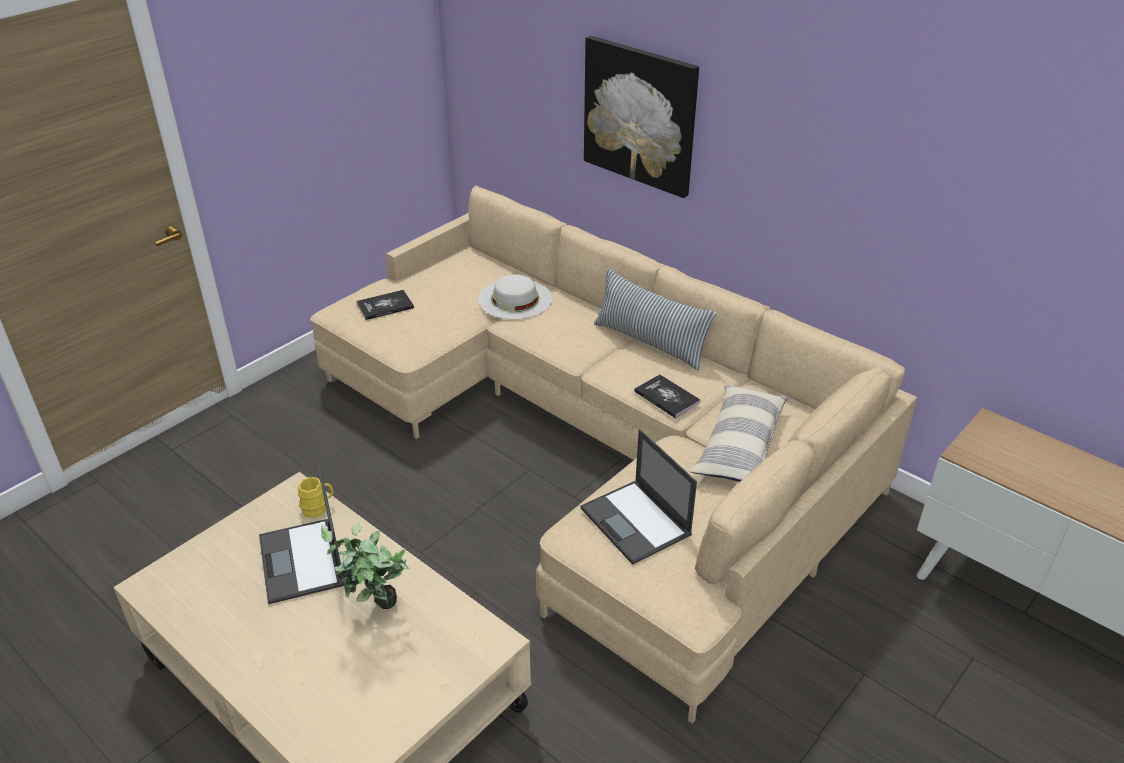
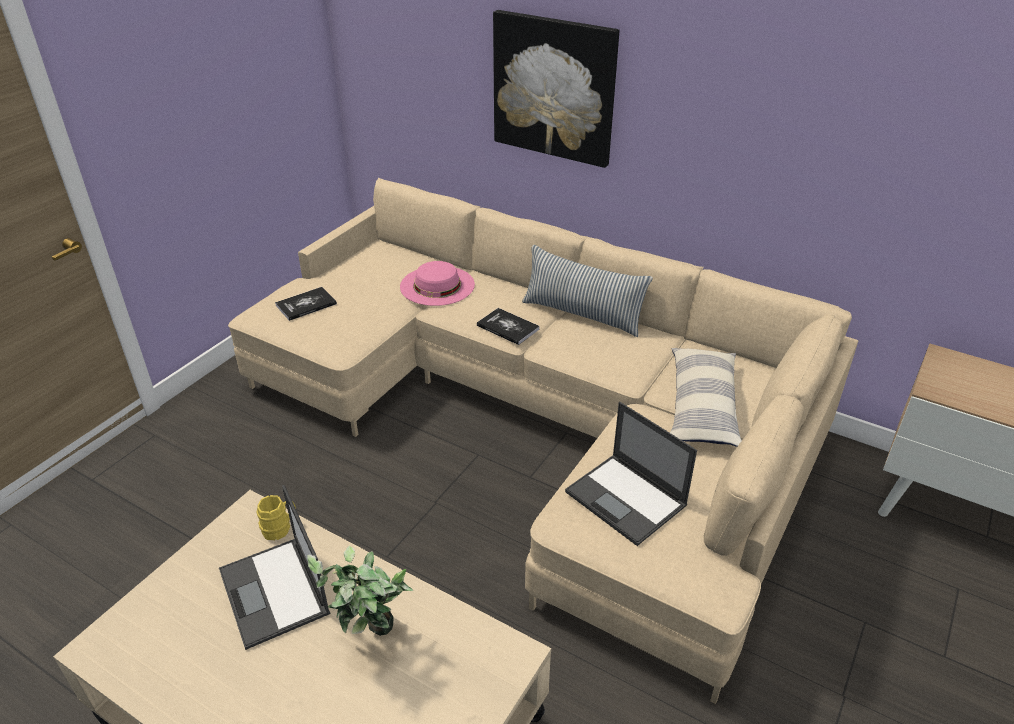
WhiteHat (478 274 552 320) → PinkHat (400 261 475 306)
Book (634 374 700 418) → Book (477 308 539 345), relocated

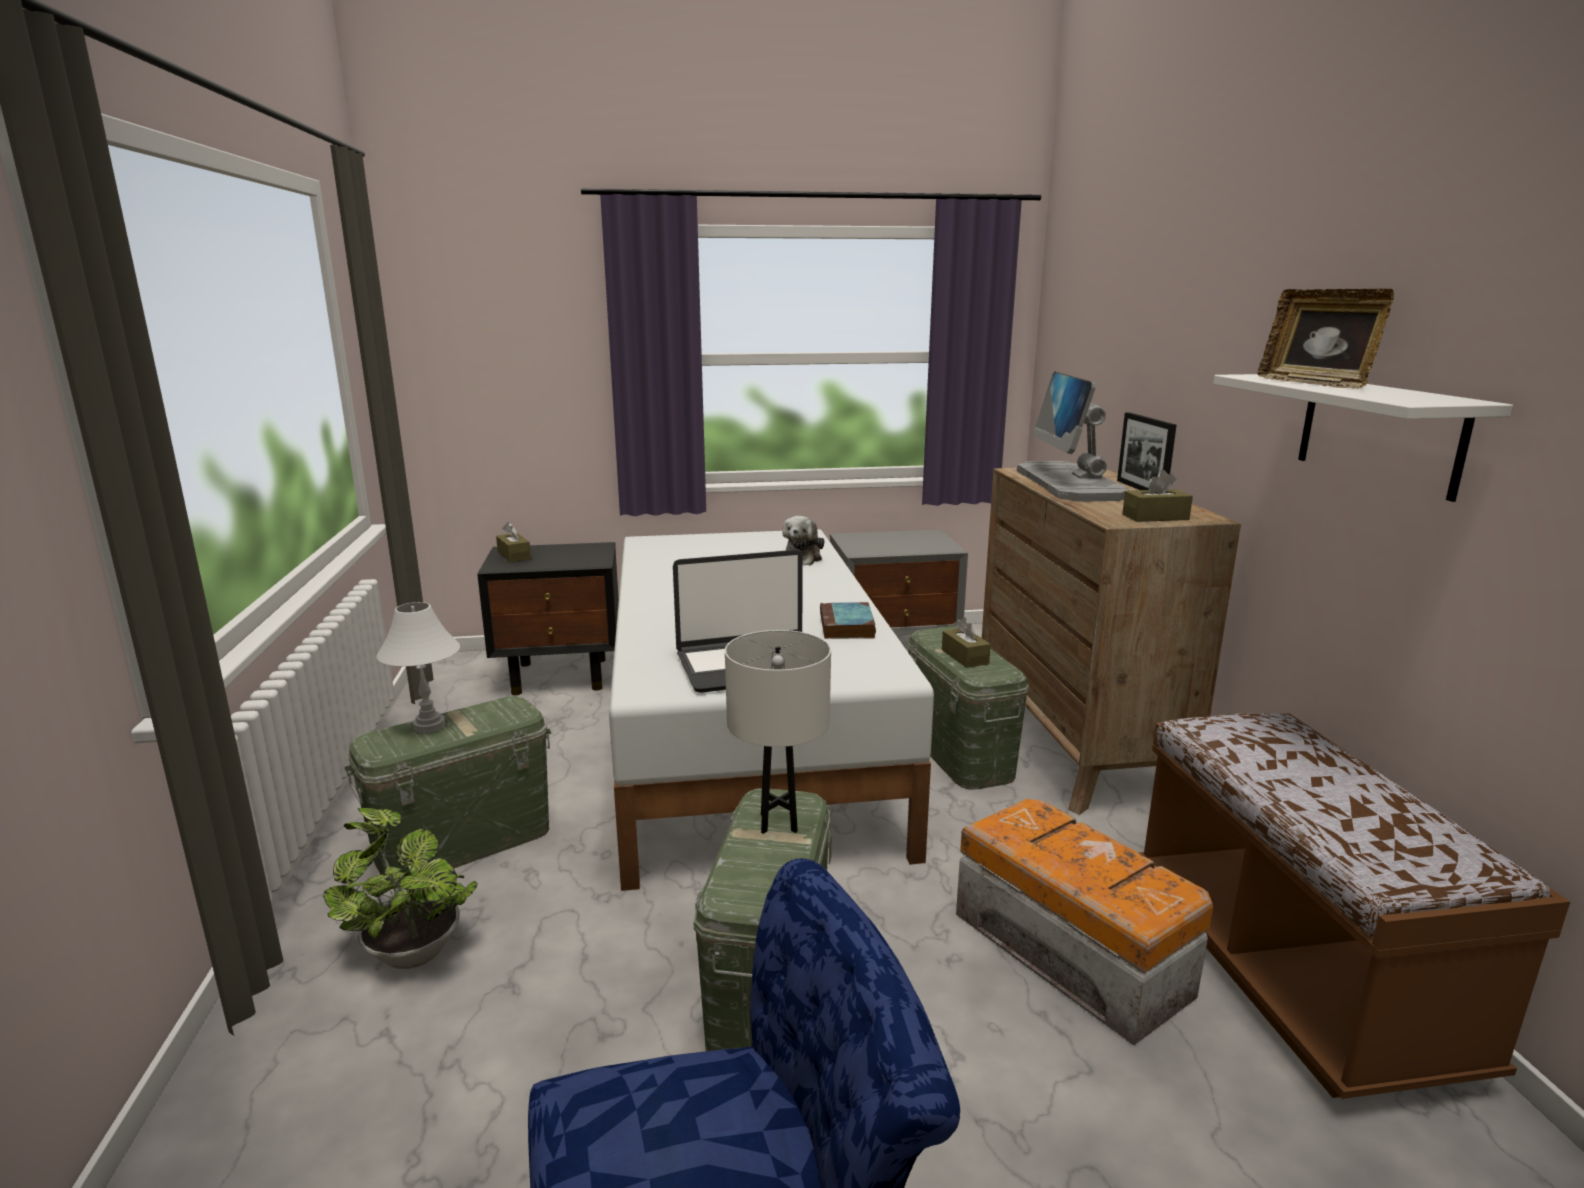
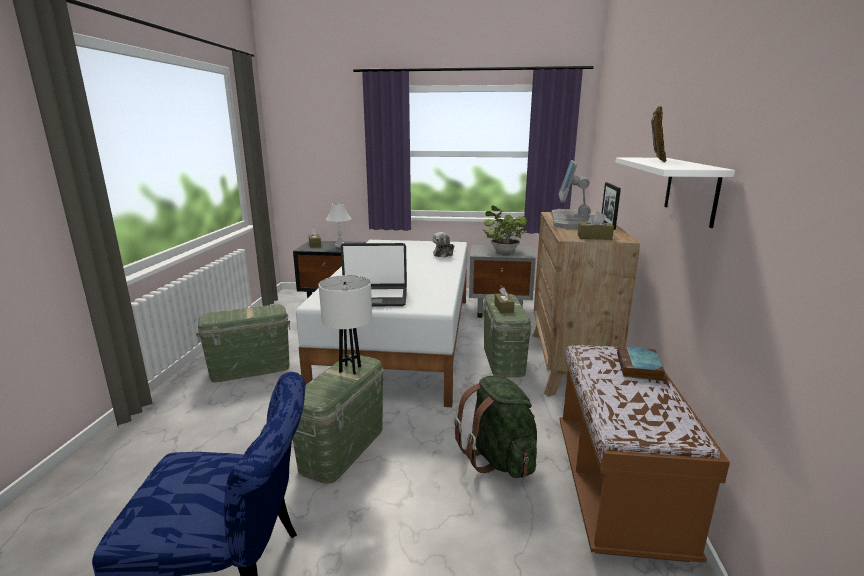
PottedPlant (323 808 478 969) → PottedPlant (482 206 528 254), relocated
WhiteTableLamp (377 602 460 733) → WhiteTableLamp (326 203 352 247), relocated
Book (820 602 876 639) → Book (617 346 665 381), relocated
StorageBox (956 799 1213 1045) → GreenBackpack (454 375 537 478)
PictureFrame (1258 289 1394 389) → PictureFrame (651 106 666 162), 150 degrees counterclockwise

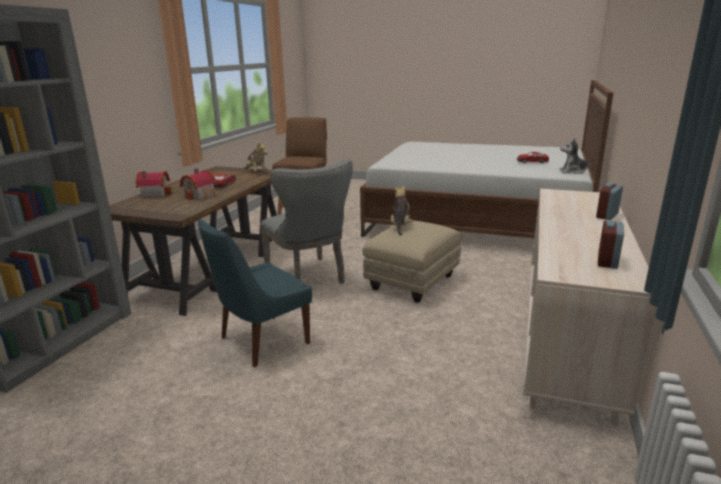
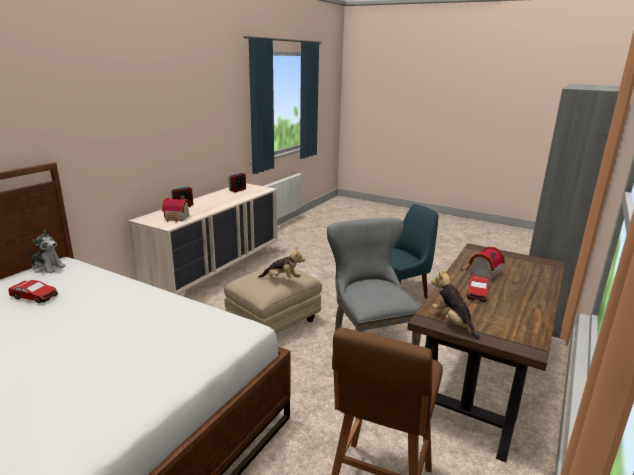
ToyHouse (136 171 172 198) → ToyHouse (162 195 191 223), relocated
PlushToy (391 186 413 236) → PlushToy (259 248 305 282), 90 degrees counterclockwise

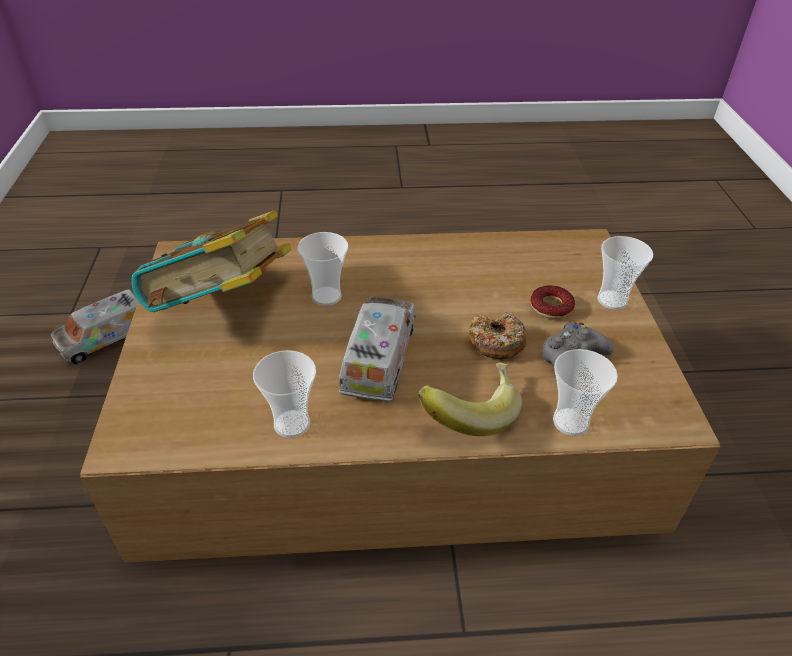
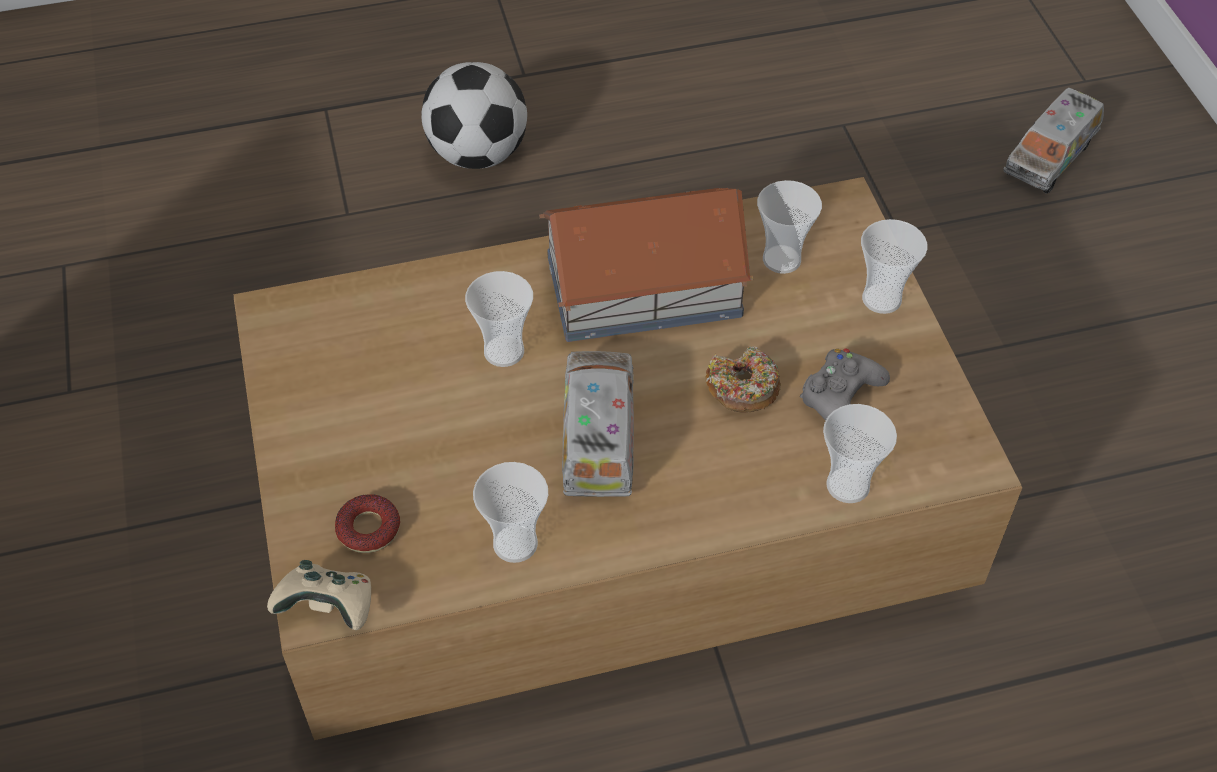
ToyTruck (51 289 138 364) → ToyTruck (1003 88 1104 193), relocated
Book (132 210 291 312) → -
Banana (418 362 522 436) → -
Donut (531 285 575 319) → Donut (335 494 400 553), relocated
- → BeigeGameController (267 560 371 630)
- → Football (421 62 527 169)
- → ToyHouse (539 188 753 342)
- → Cup (757 180 822 274)

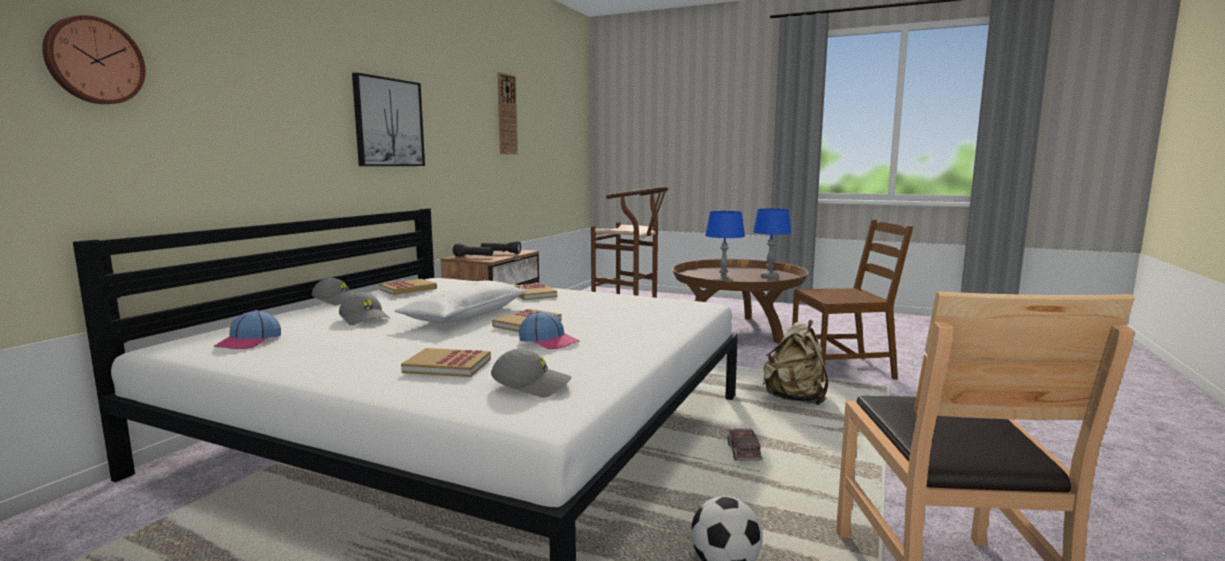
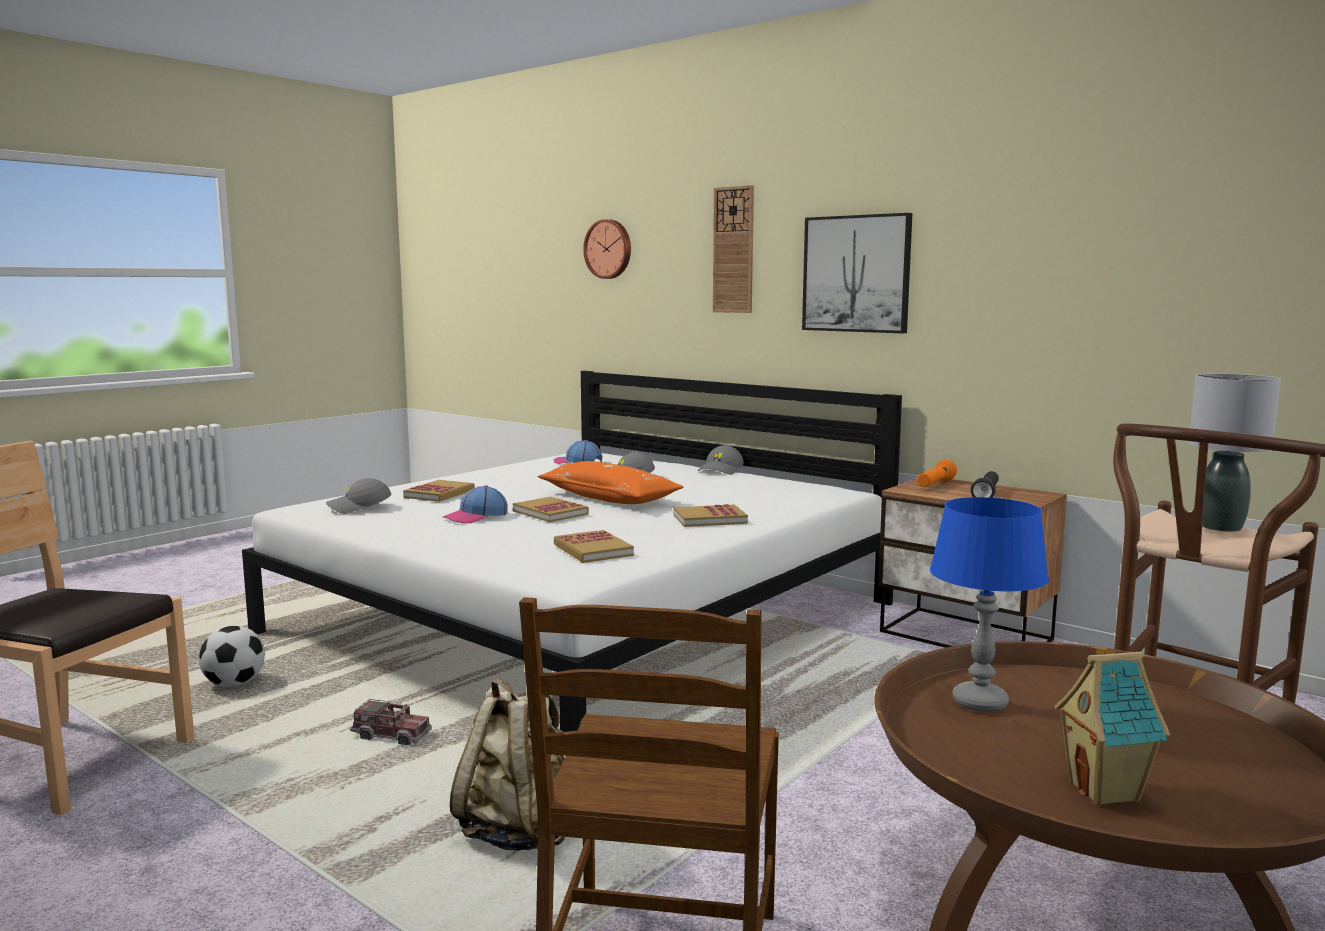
Book (379 279 437 295) → Book (554 530 634 563), relocated
WhitePillow (394 280 527 323) → OrangePillow (537 461 684 504)
BlackFlashlight (453 243 493 256) → OrangeFlashlight (917 459 957 487)
GreyCap (491 349 571 398) → GreyCap (326 478 391 514), 45 degrees clockwise
WallClock (497 72 518 154) → WallClock (713 185 754 313), relocated
BlueTableLamp (753 209 791 279) → ToyHouse (1054 652 1170 806)
- → GreyTableLamp (1188 374 1281 532)

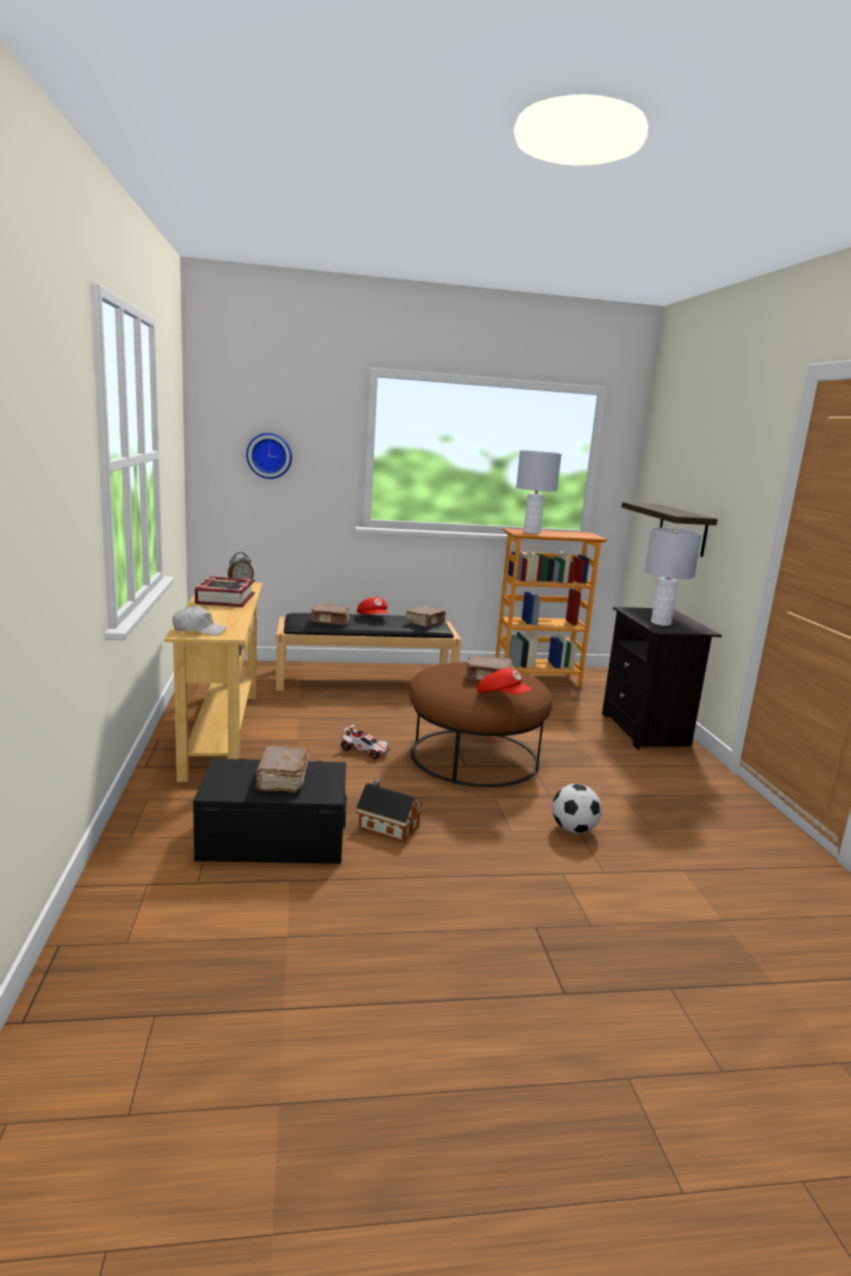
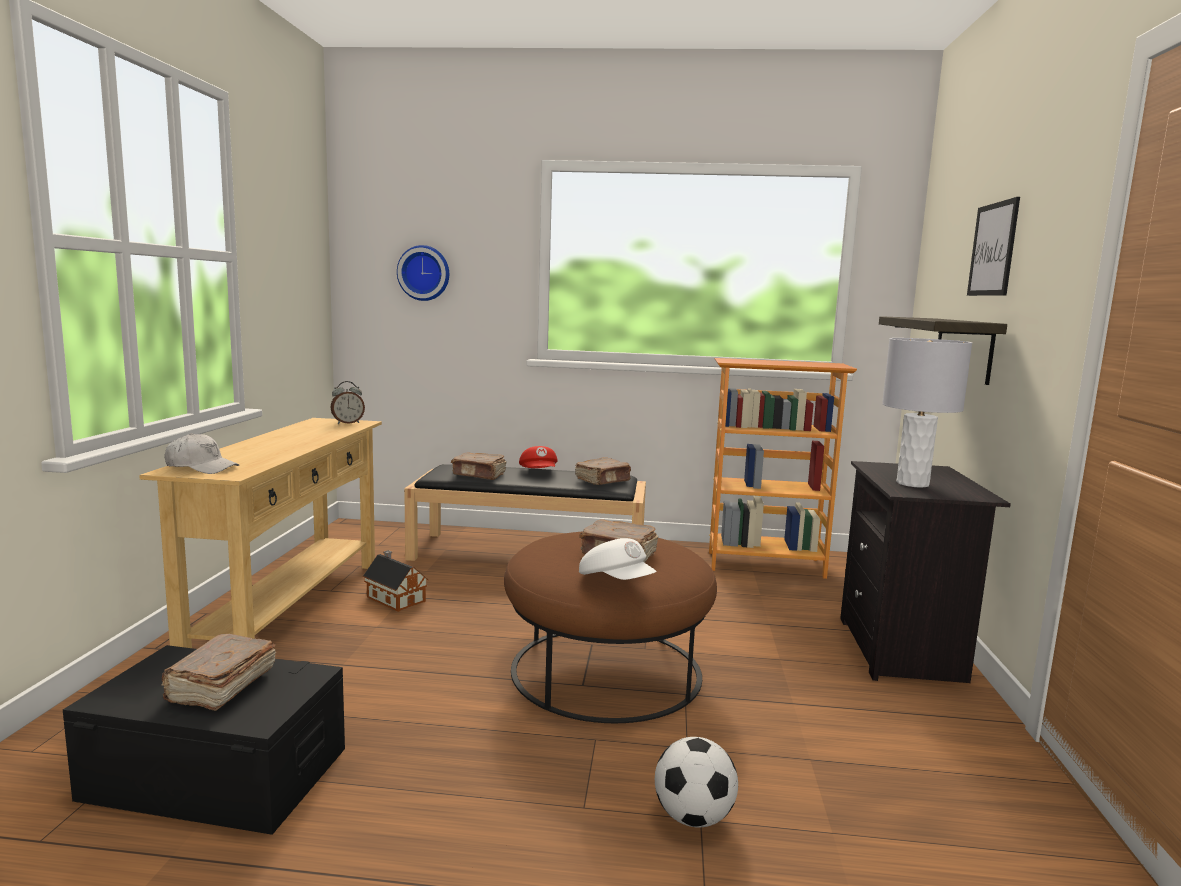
Book (195 576 255 607) → -
ToyCar (339 722 390 759) → -
ToyHouse (356 778 423 842) → ToyHouse (363 550 428 612), relocated
RedCap (477 668 532 694) → WhiteCap (579 538 657 580)
GreyTableLamp (516 450 561 534) → -
- → Picture (967 197 1020 296)

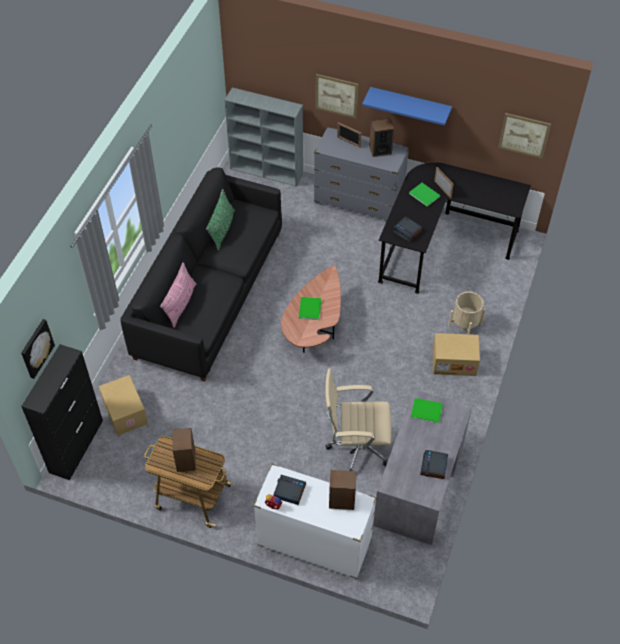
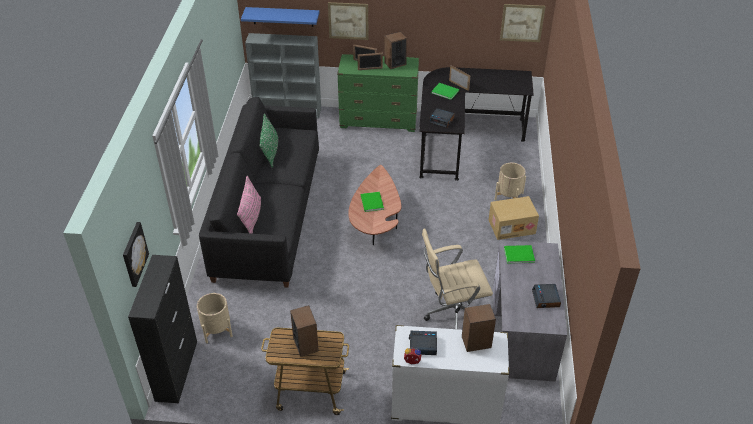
CardboardBox (99 375 148 436) → BeigePlanter (197 293 233 343)
GreyDresser (314 127 409 222) → GreenDresser (337 54 419 132)
BlueShelf (362 87 452 126) → BlueShelf (241 7 320 27), relocated
- → PictureFrame (358 53 383 70)

